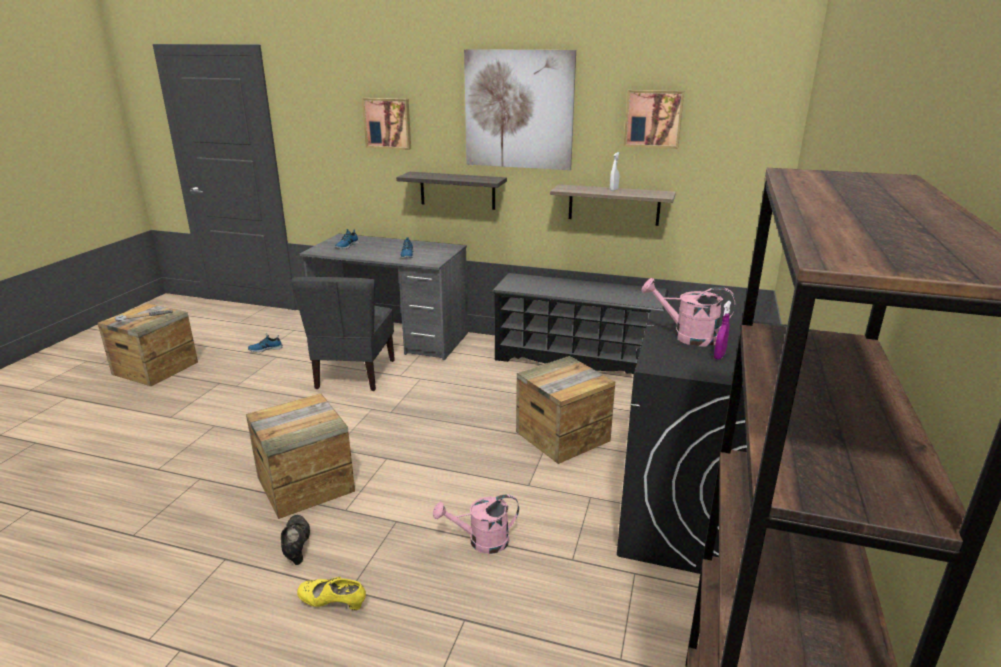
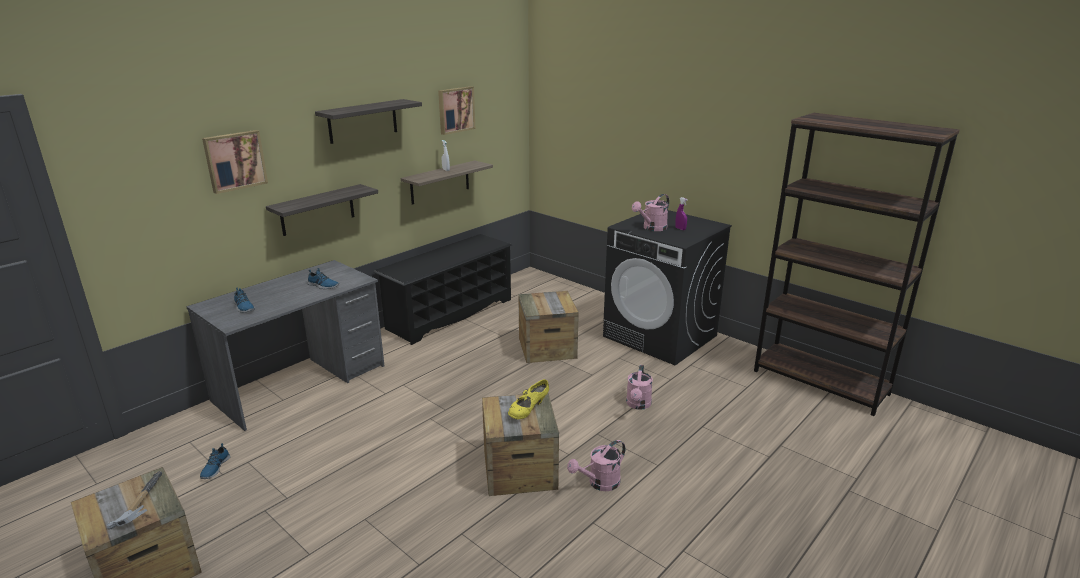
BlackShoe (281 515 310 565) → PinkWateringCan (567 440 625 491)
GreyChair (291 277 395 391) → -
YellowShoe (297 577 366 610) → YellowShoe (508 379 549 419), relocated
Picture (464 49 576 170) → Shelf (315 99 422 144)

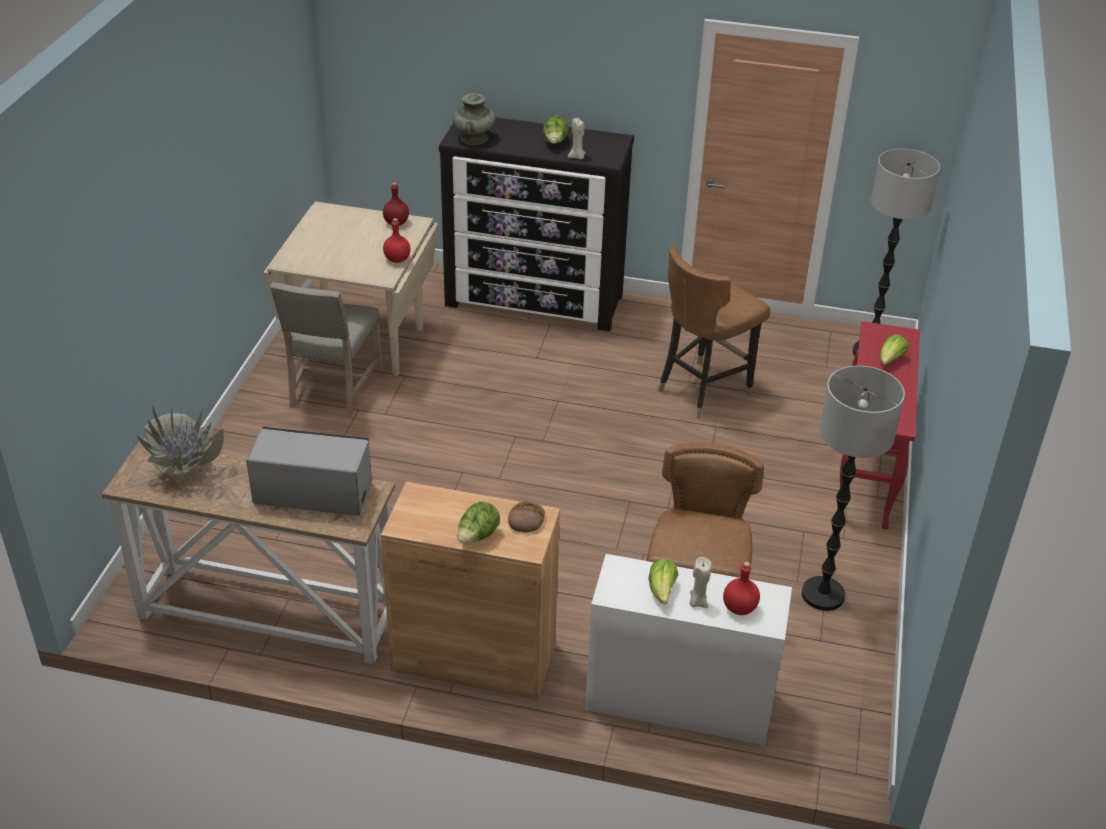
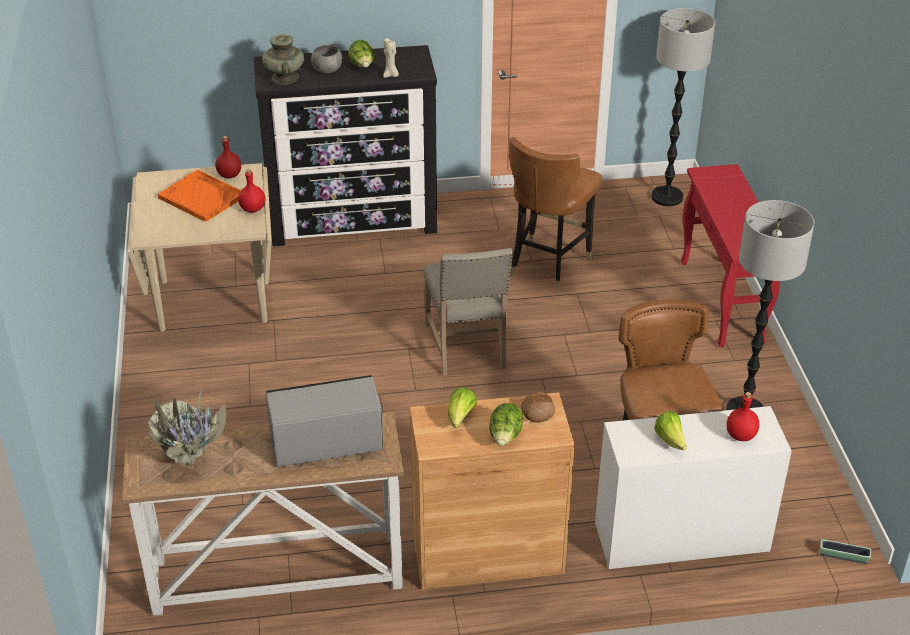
BeigeChair (270 282 382 417) → BeigeChair (423 248 513 376), relocated
BeigeCandle (690 557 712 608) → -
Lettuce (880 334 908 365) → Lettuce (448 387 477 428), relocated
- → OrangeTray (157 170 241 222)
- → GreyBowl (311 45 343 73)
- → Planter (820 539 871 564)

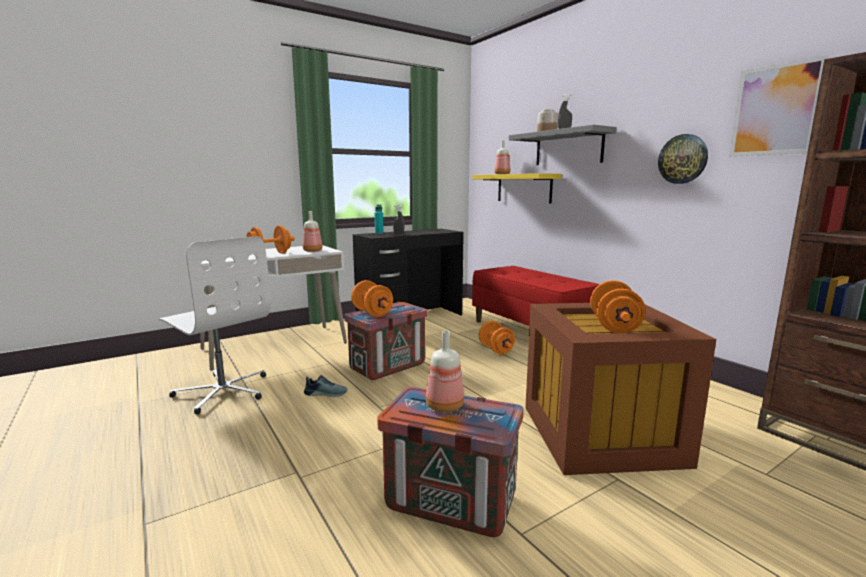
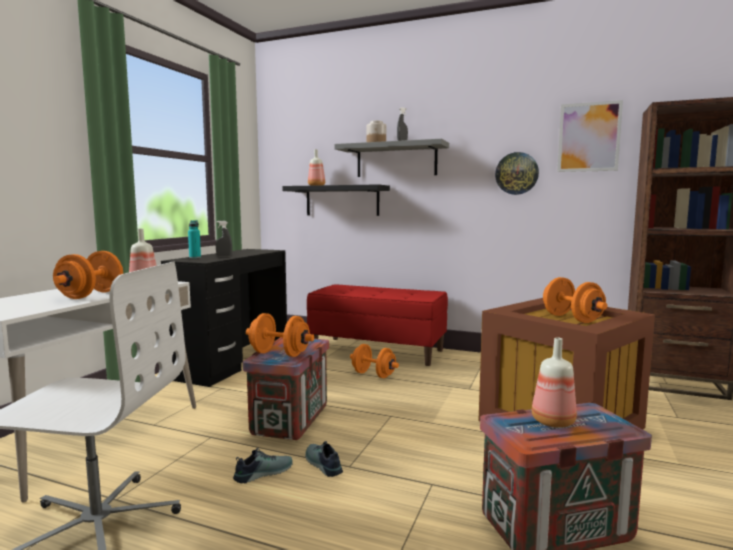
YellowShelf (473 173 562 203) → BlackShelf (282 184 390 216)
- → Shoe (305 441 343 477)

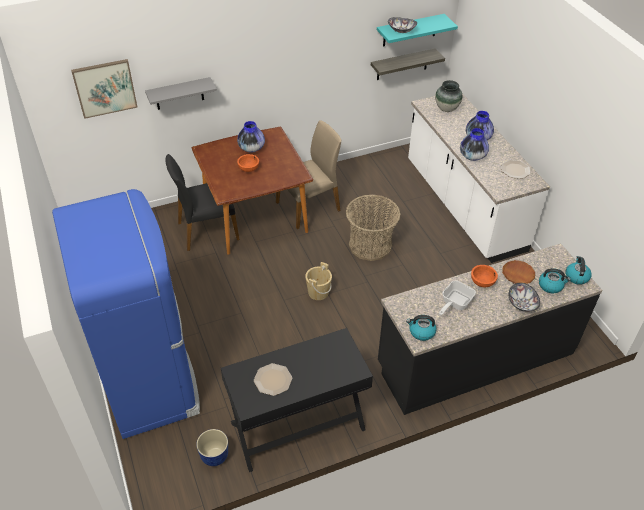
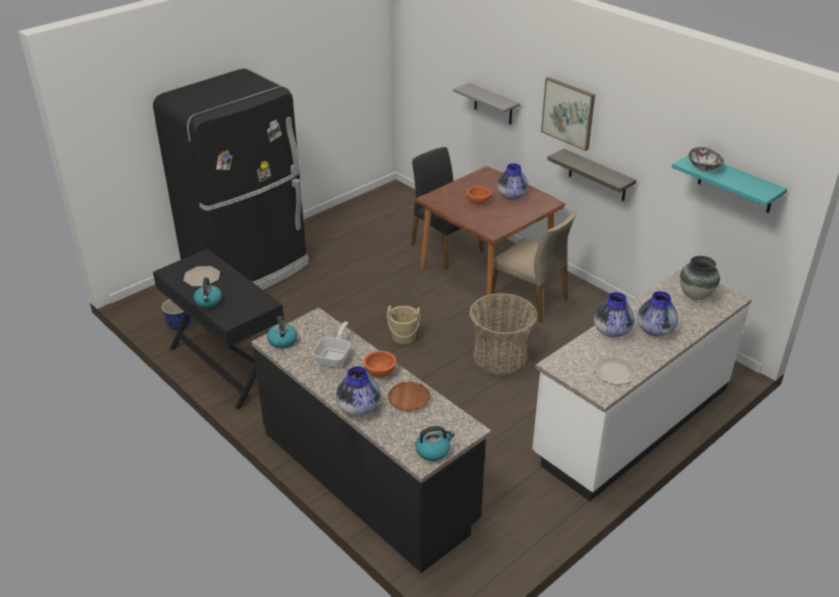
BlueFridge (52 189 200 439) → BlackFridge (153 69 309 290)
Picture (71 59 138 119) → Picture (541 77 595 151), relocated
Shelf (371 48 445 80) → Shelf (547 149 636 201), relocated
FryingPan (439 280 476 315) → FryingPan (312 322 351 368), 90 degrees clockwise
Bowl (509 283 540 312) → Vase (336 366 381 416)
Kettle (539 268 571 293) → Kettle (194 278 222 308), relocated

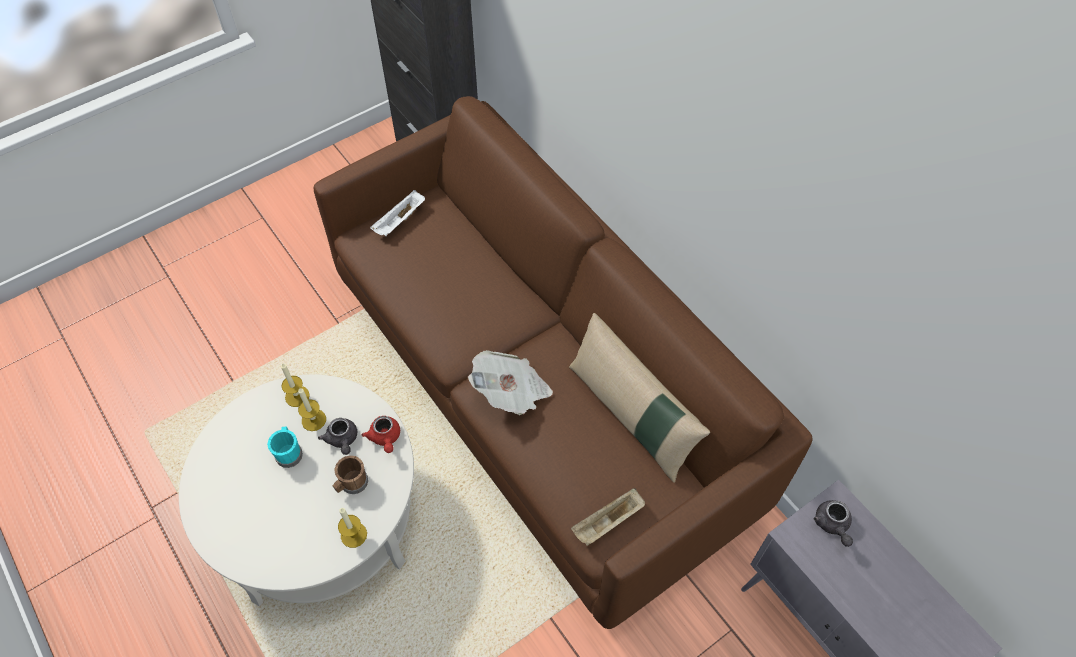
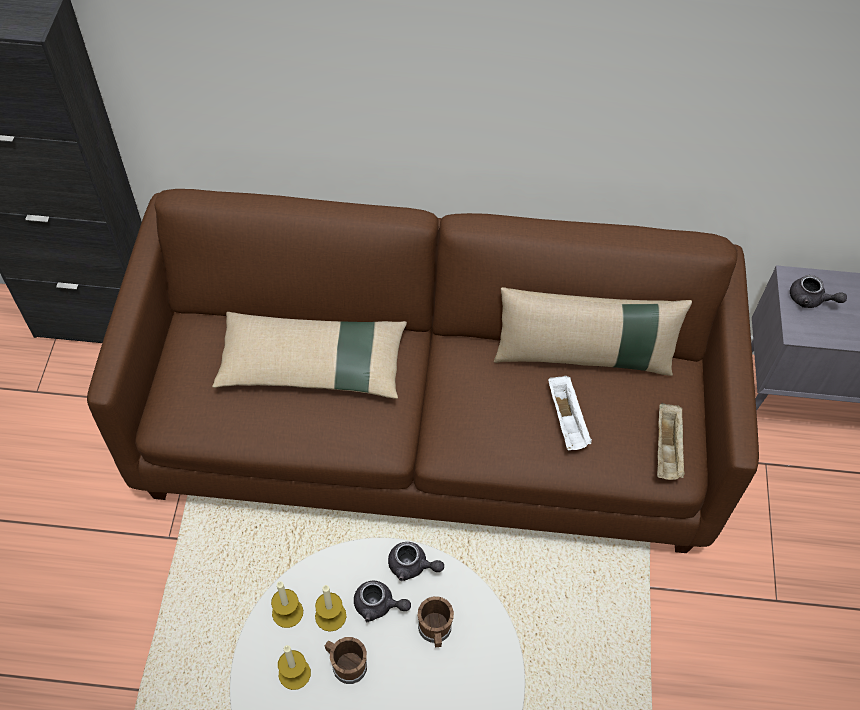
TurquoiseMug (267 426 303 468) → BrownMug (325 637 367 684)
Candle (338 508 367 548) → Candle (278 645 311 690), relocated
RedTeapot (361 416 400 453) → GreyTeapot (388 542 444 581)
WhiteTray (370 190 425 236) → WhiteTray (548 375 592 450), relocated
Newspaper (468 350 553 415) → -
- → BeigePillow (212 312 407 399)

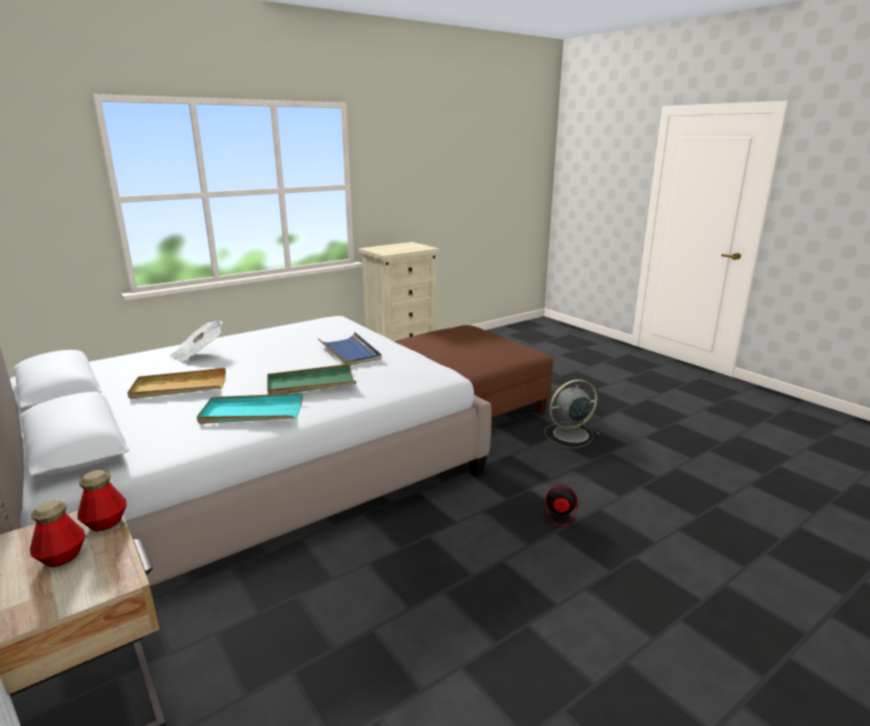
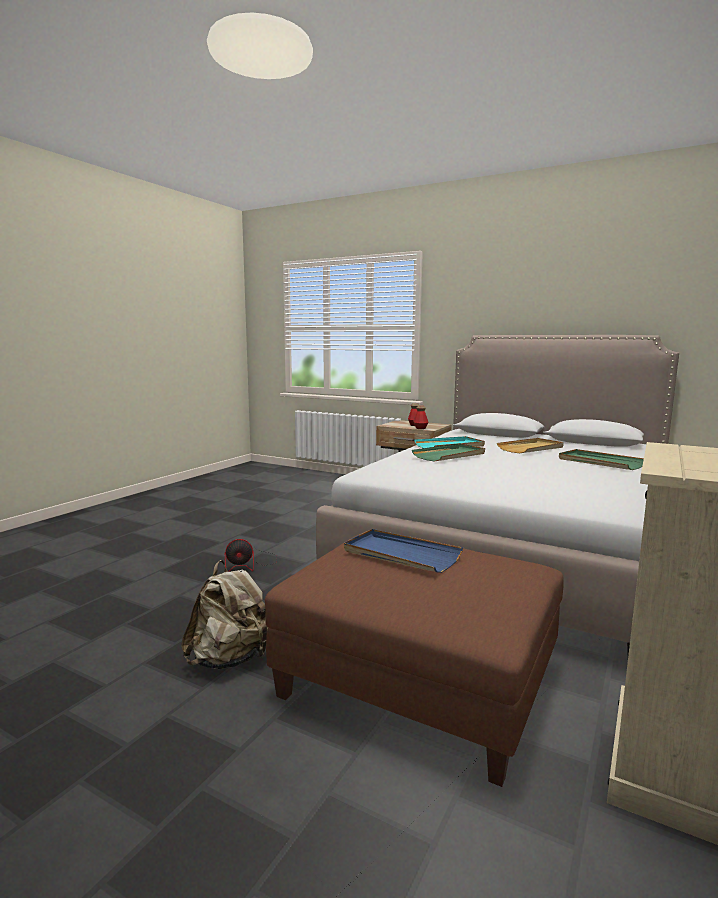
Newspaper (170 320 223 361) → GreenTray (559 449 644 470)
BlueTray (318 332 382 366) → BlueTray (344 529 463 573), relocated
GreyFan (544 379 600 448) → BeigeBackpack (181 560 269 670)

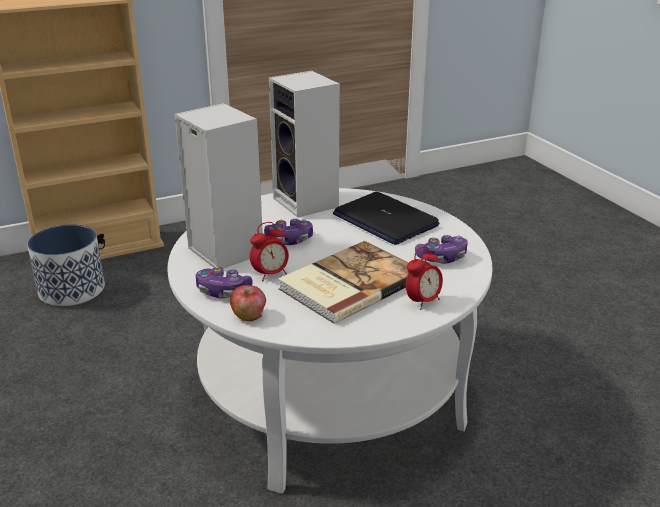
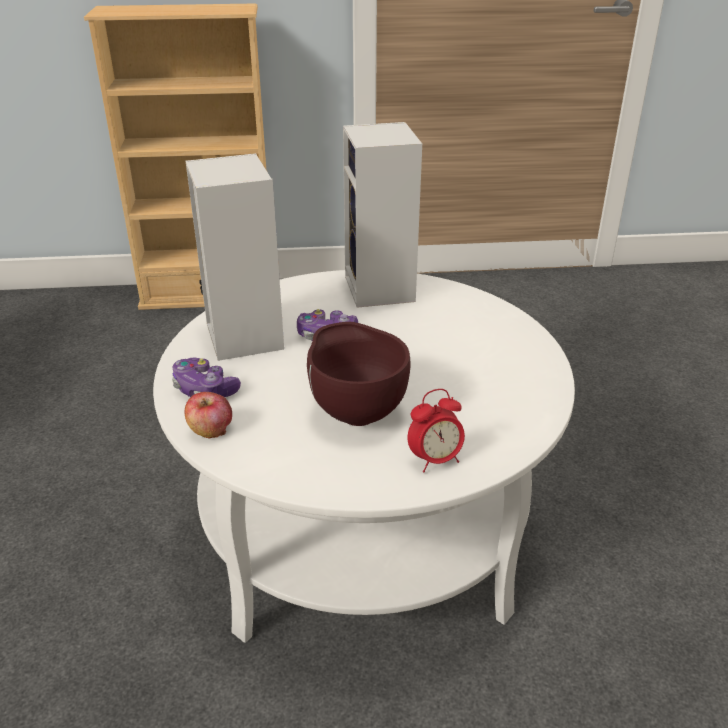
Planter (27 224 105 306) → -
AlarmClock (250 222 289 281) → -
Book (278 241 409 324) → BrownBowl (307 322 411 426)
Laptop (333 192 439 245) → -
GameController (415 235 468 264) → -

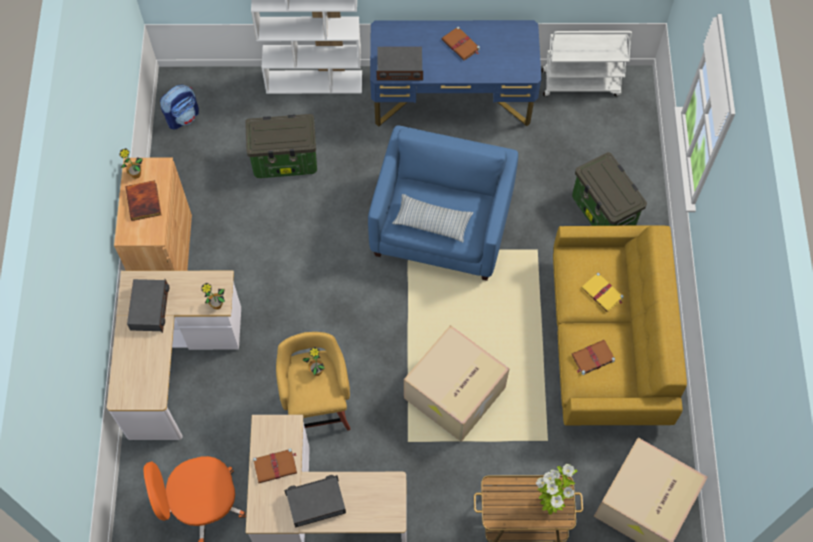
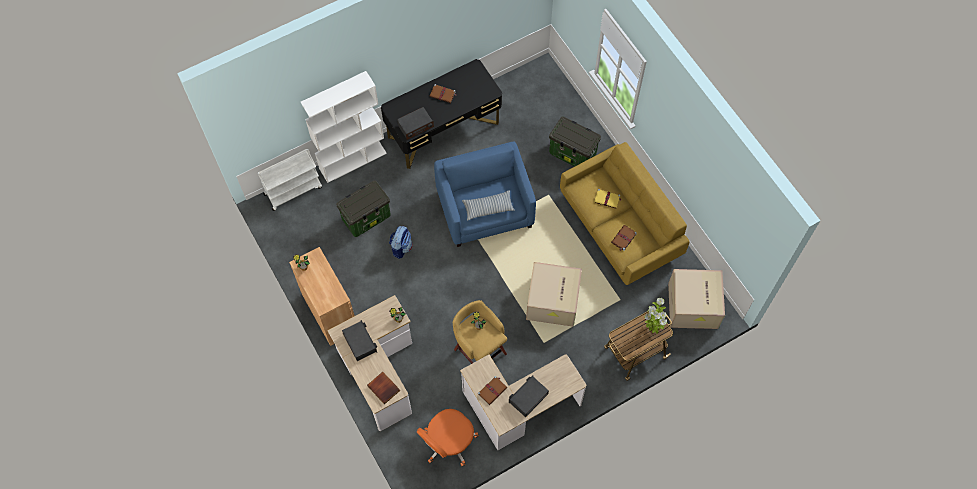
Book (126 180 162 221) → Book (367 372 400 404), relocated
Backpack (160 85 199 130) → Backpack (389 226 413 259), relocated
BlueDesk (370 20 542 126) → BlackDesk (381 59 502 169)
WhiteCart (542 31 632 97) → WhiteCart (258 149 322 211), relocated

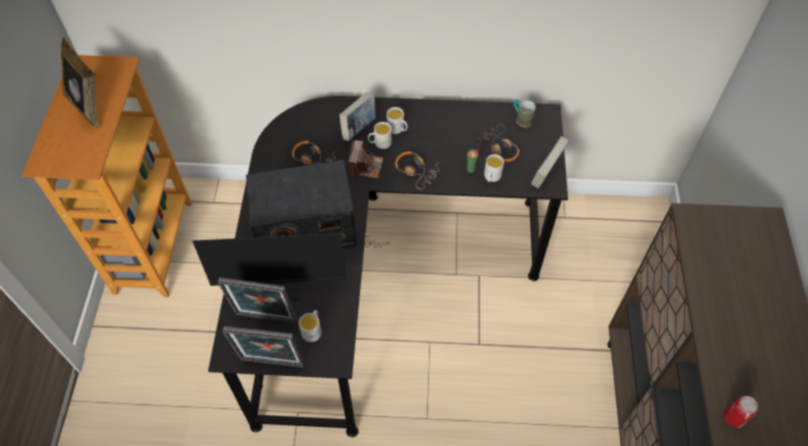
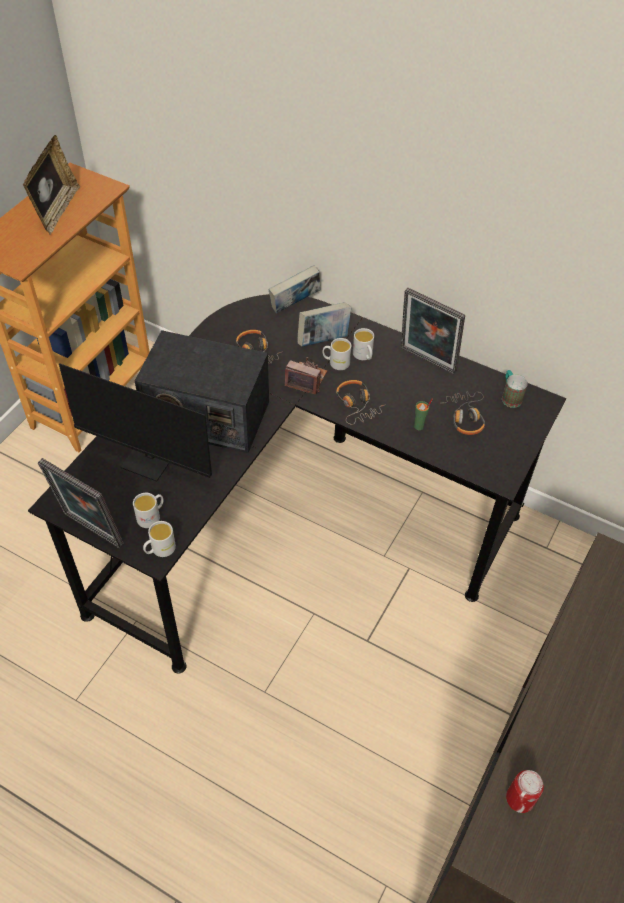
PictureFrame (218 277 297 323) → PictureFrame (401 288 465 374), relocated
PhotoCamera (348 140 383 179) → PhotoCamera (285 357 327 394), 105 degrees counterclockwise
WhiteMug (484 154 504 182) → WhiteMug (143 521 176 557), relocated
Book (531 136 569 188) → Book (269 265 321 314), relocated

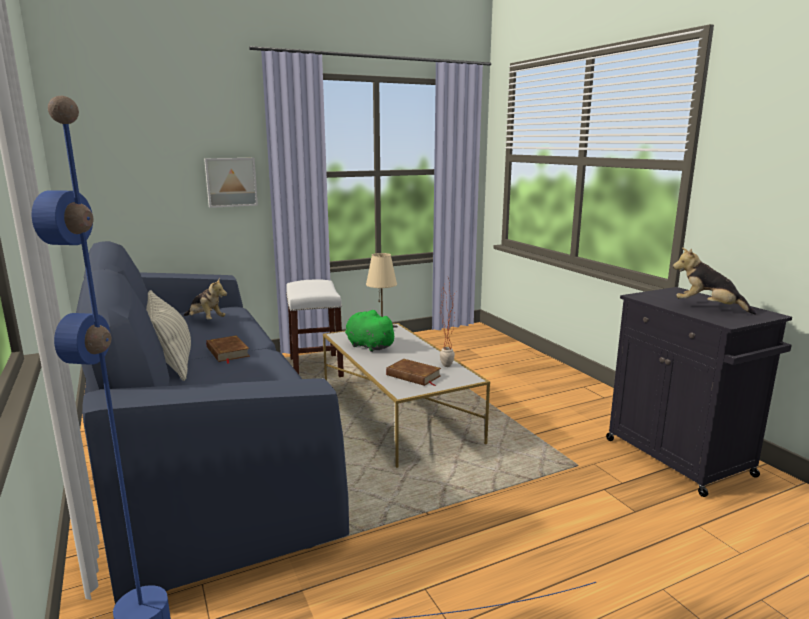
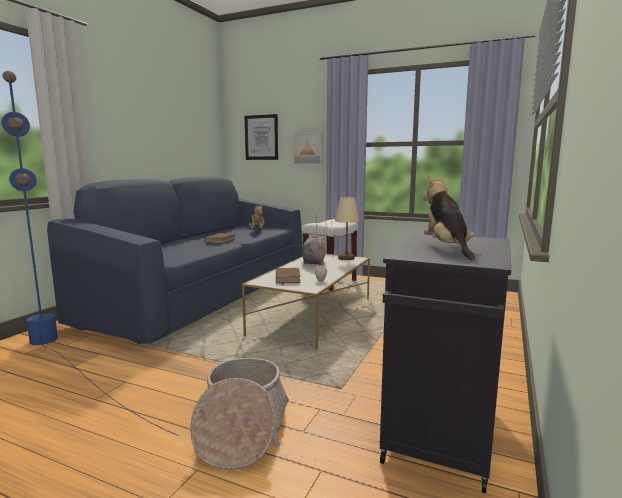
Pillow (146 290 191 381) → -
GreenPlushToy (345 310 398 352) → GreyPlushToy (302 234 326 265)
- → Basket (190 358 289 470)
- → Picture (245 114 278 160)

